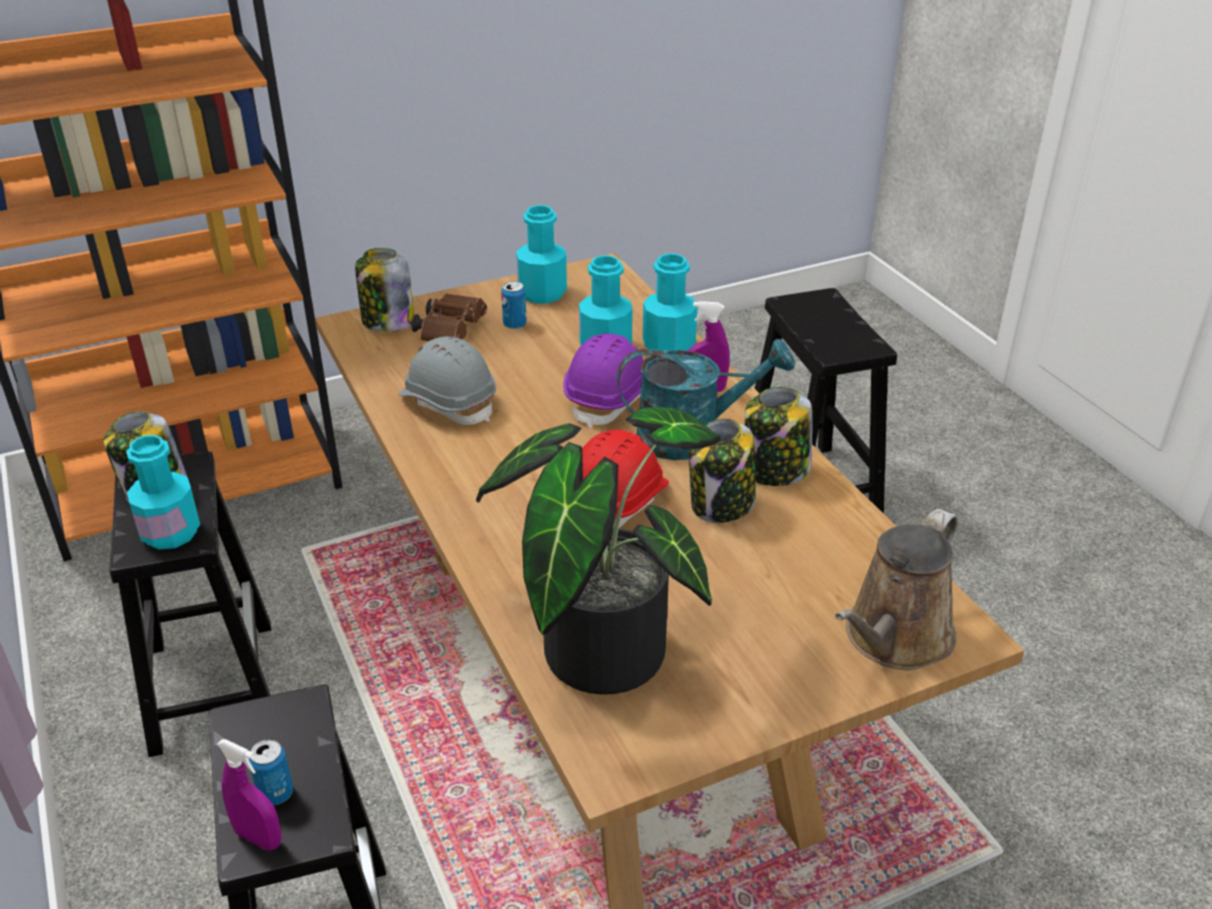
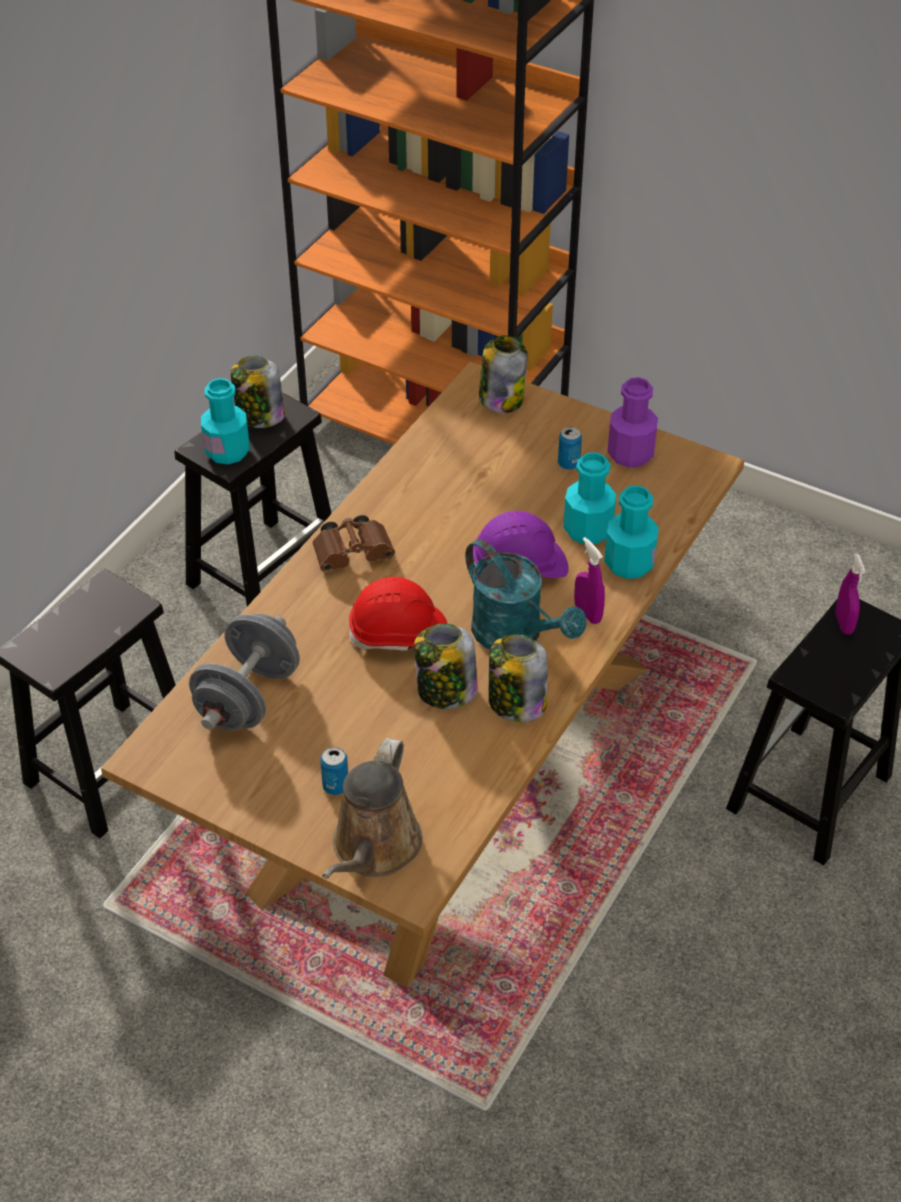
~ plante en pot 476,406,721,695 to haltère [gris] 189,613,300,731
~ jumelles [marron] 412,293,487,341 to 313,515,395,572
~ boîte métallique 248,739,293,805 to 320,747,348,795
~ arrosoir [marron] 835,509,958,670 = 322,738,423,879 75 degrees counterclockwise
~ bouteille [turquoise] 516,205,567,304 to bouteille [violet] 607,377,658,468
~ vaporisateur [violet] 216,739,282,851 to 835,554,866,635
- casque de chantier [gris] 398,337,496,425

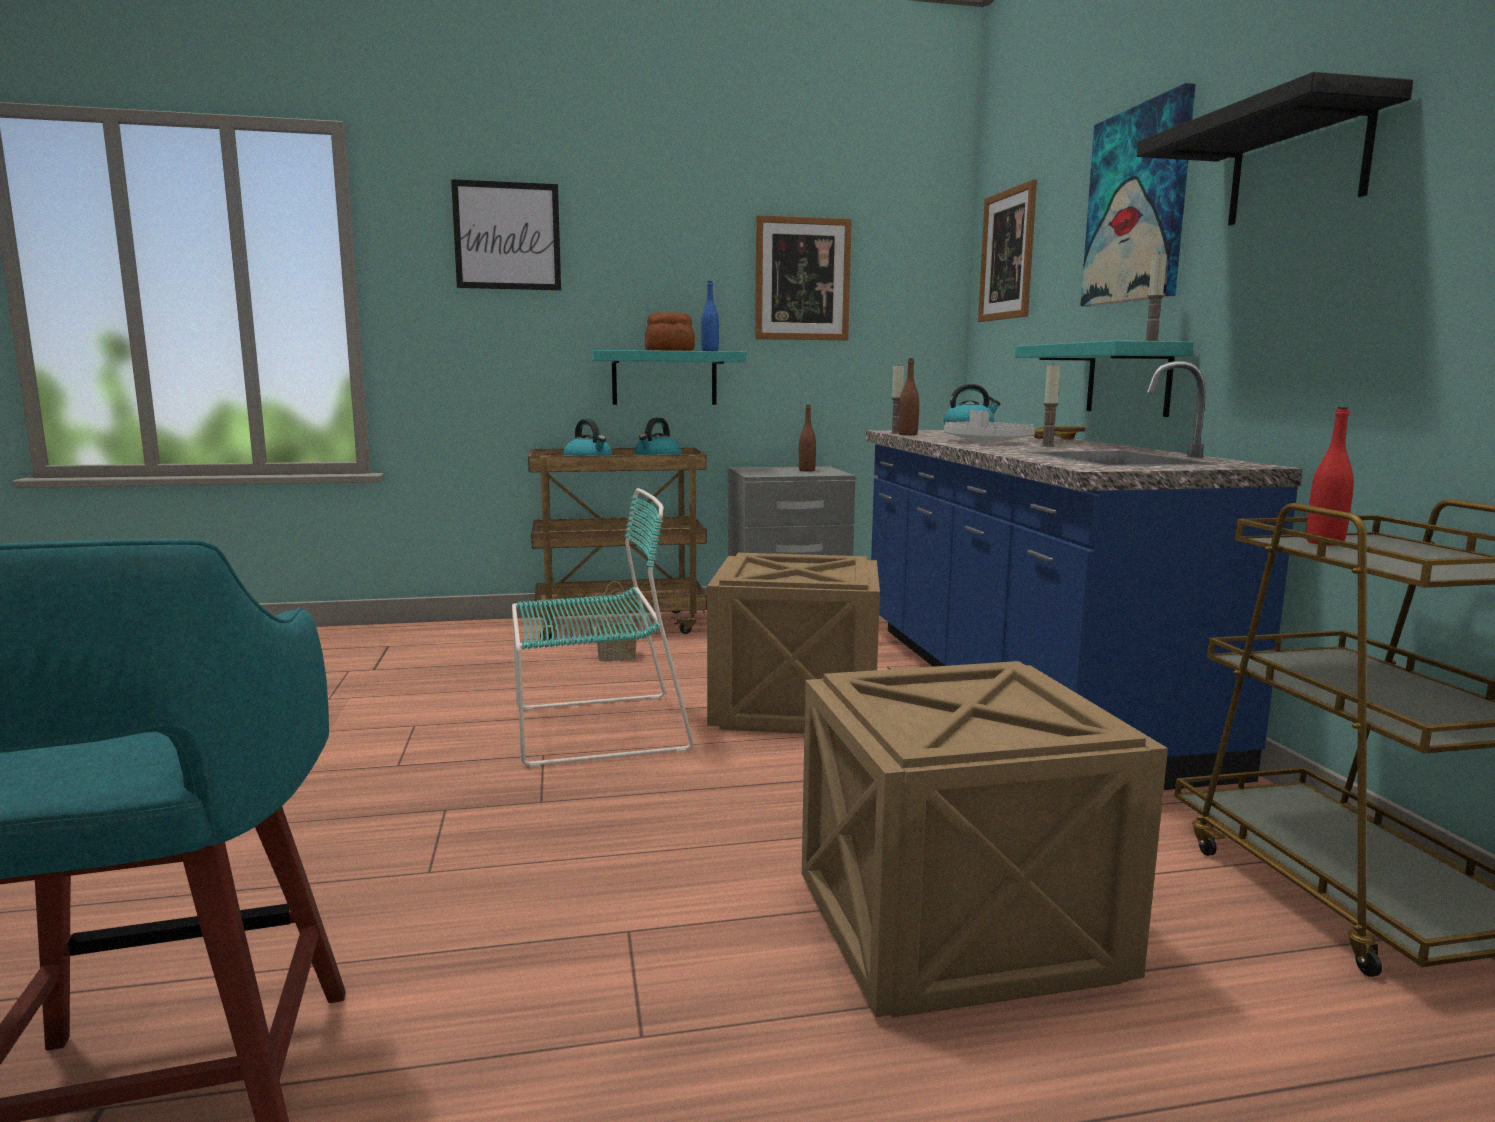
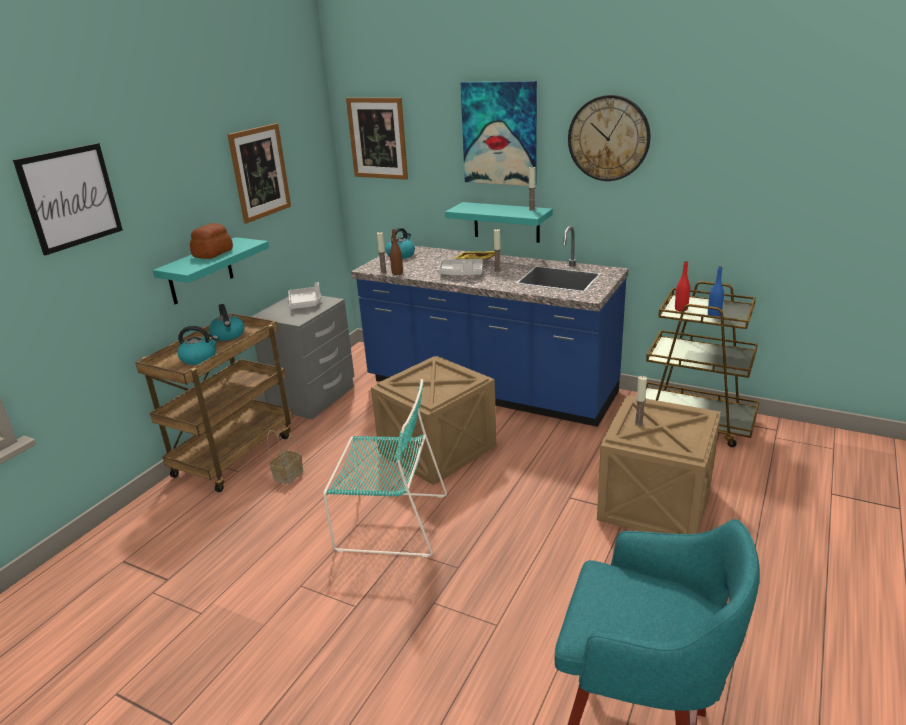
~ bouteille [marron] 799,405,816,472 to plateau [gris] 288,282,321,309
~ chaise [turquoise] 512,488,694,767 = 323,379,447,558 75 degrees clockwise
~ étagère [noir] 1137,72,1413,225 to horloge murale 568,95,651,181
+ bougie 634,376,647,426
~ bouteille [bleu] 701,281,719,351 to 708,266,724,317

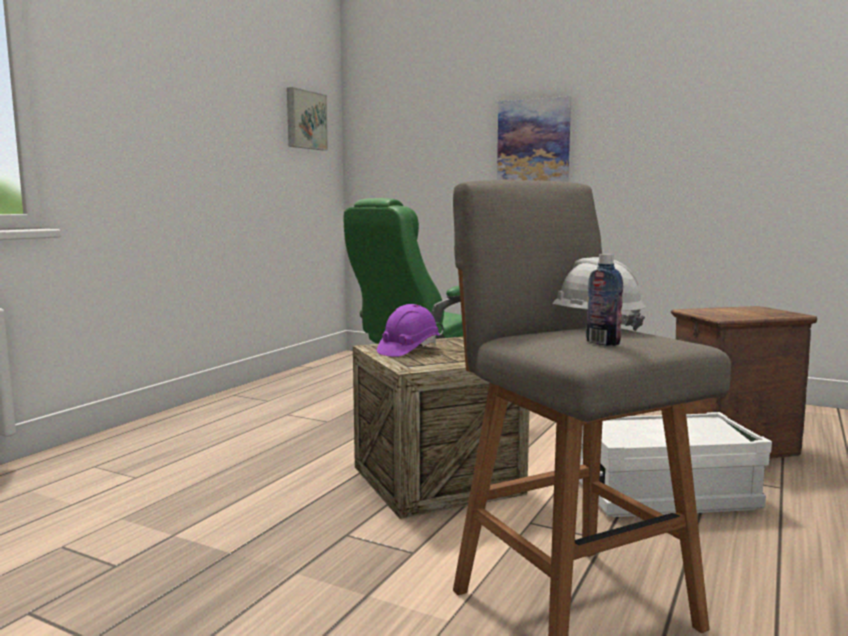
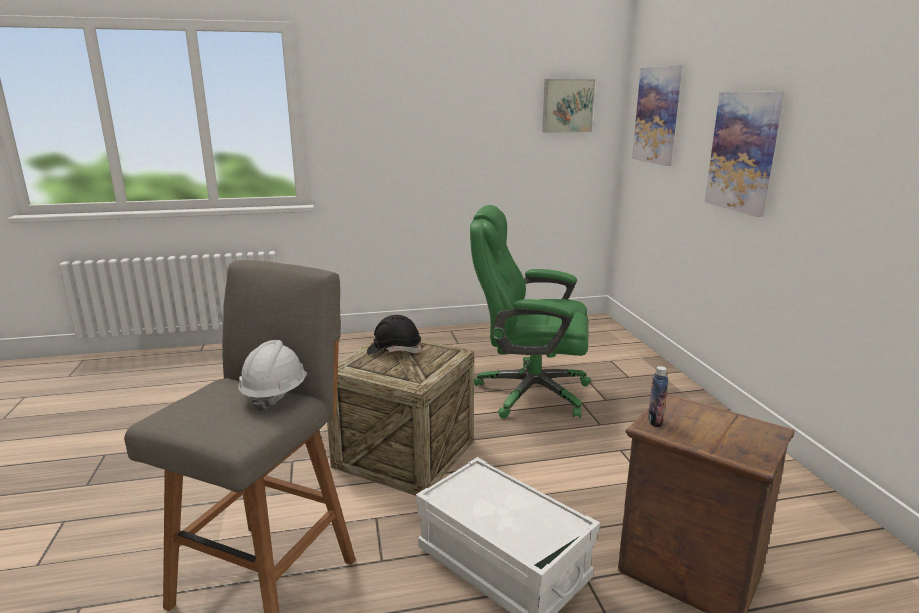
~ casque de chantier [violet] 377,304,440,357 to casque de chantier [noir] 367,315,422,355
+ tableau 632,65,682,166
~ bouteille 586,254,623,346 to 648,366,668,427

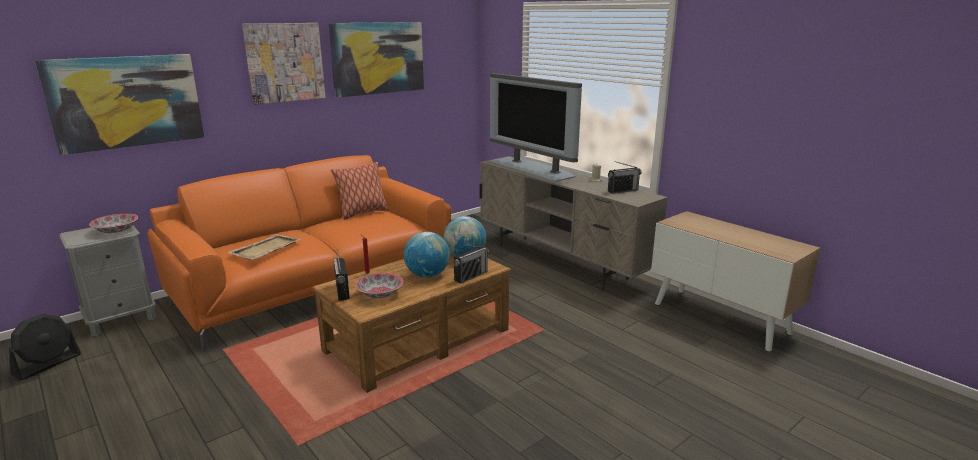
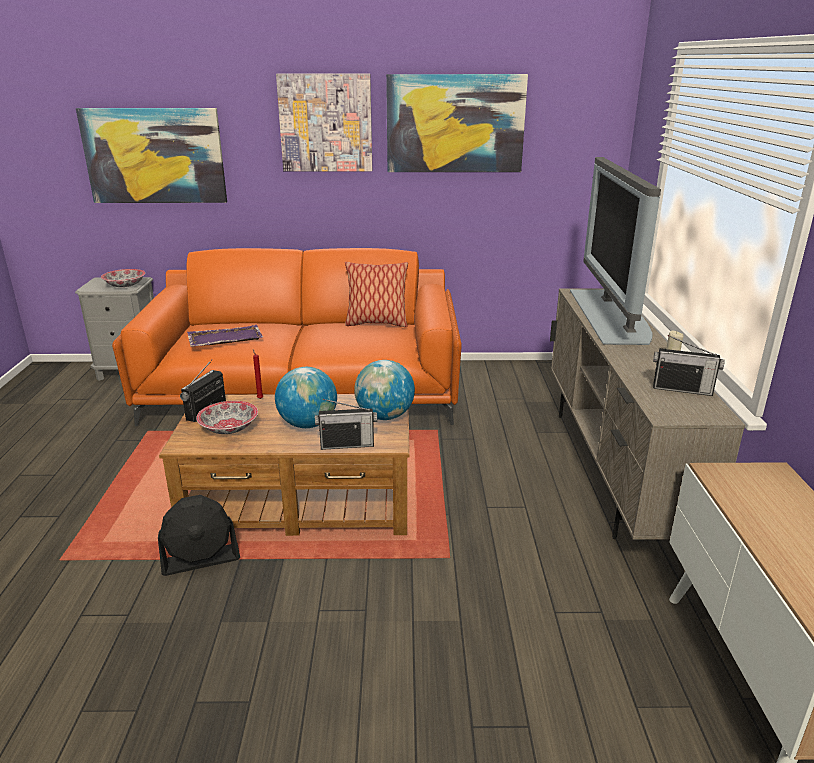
~ ventilateur [noir] 9,314,81,380 to 158,495,240,576
~ plateau [beige] 227,234,301,260 to plateau [violet] 187,325,263,347

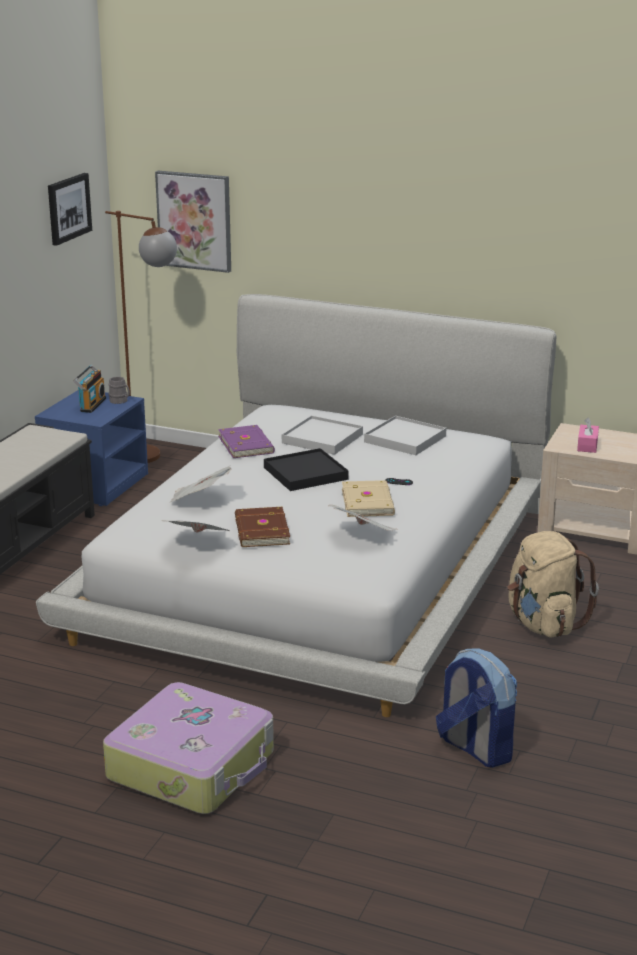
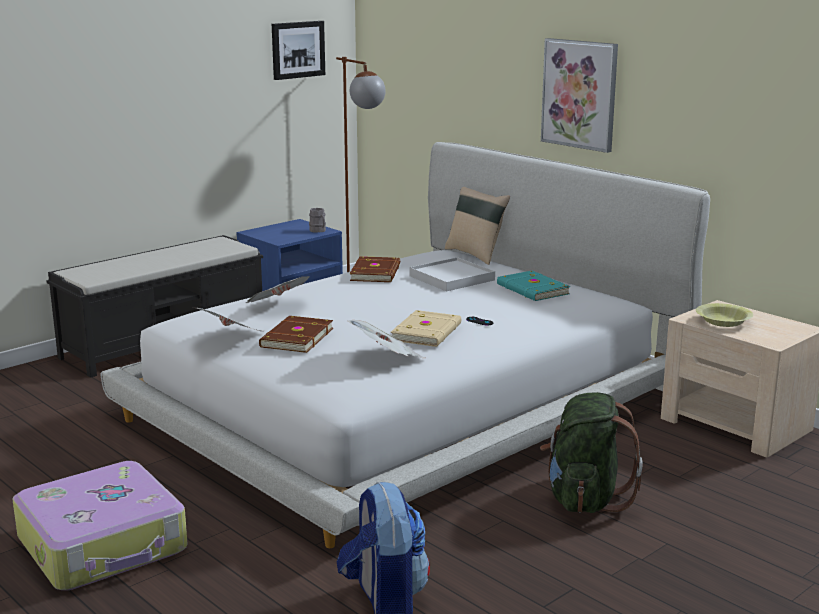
~ livre [violet] 218,425,275,458 to livre [marron] 350,256,400,282
+ coussin [beige] 445,187,510,265
~ plateau [blanc] 364,416,446,455 to livre [turquoise] 497,271,570,301
~ sac à dos [beige] 507,531,599,638 to sac à dos [vert] 540,392,643,513
~ tableau 155,171,231,273 to 541,38,618,153
~ boîte à mouchoirs [rose] 577,417,599,453 to bol [jaune] 696,303,753,327
- radio 73,365,106,413
- plateau [noir] 264,448,349,491

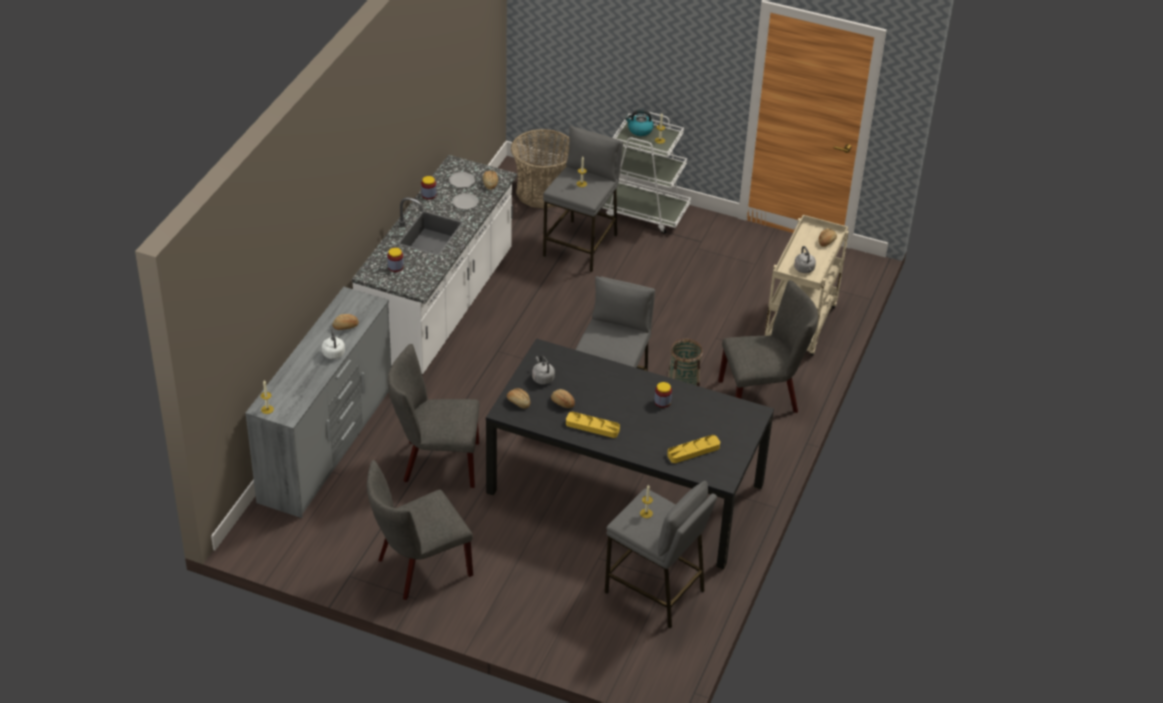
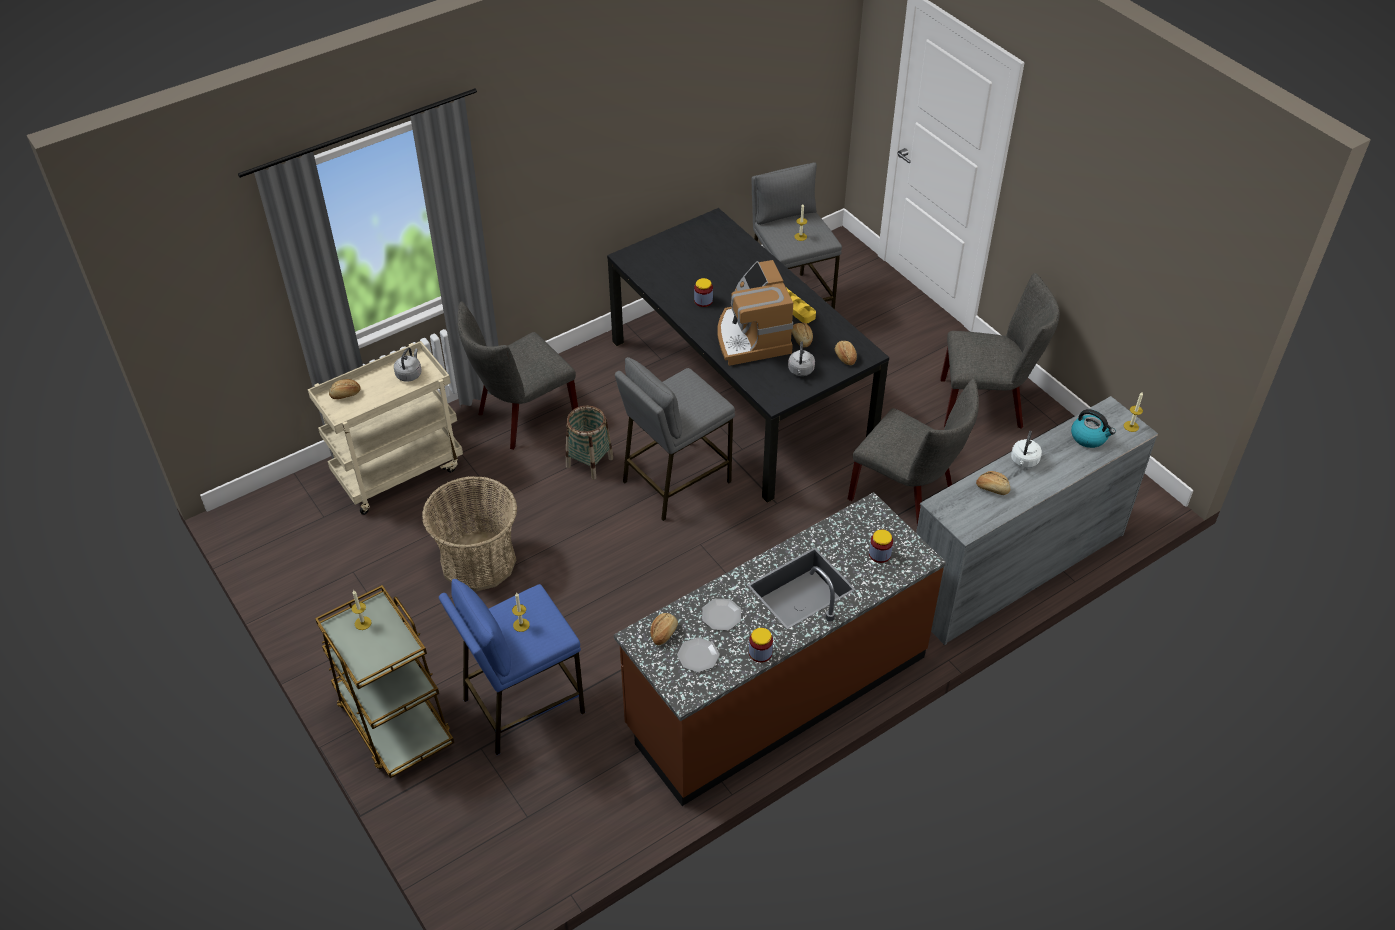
~ chariot [blanc] 602,112,691,234 to chariot [marron] 315,585,454,778
~ panier 511,129,569,208 to 422,476,517,591
~ tabouret [gris] 543,126,623,272 to tabouret [bleu] 439,579,585,755
~ chaise [gris] 718,280,818,413 = 457,301,578,450 60 degrees counterclockwise
~ comptoir de cuisine [blanc] 352,155,517,374 to comptoir de cuisine [marron] 614,492,946,806
+ machine à café 718,260,793,366
~ bouilloire 625,110,654,136 to 1071,409,1116,448
- plateau [jaune] 667,435,720,463

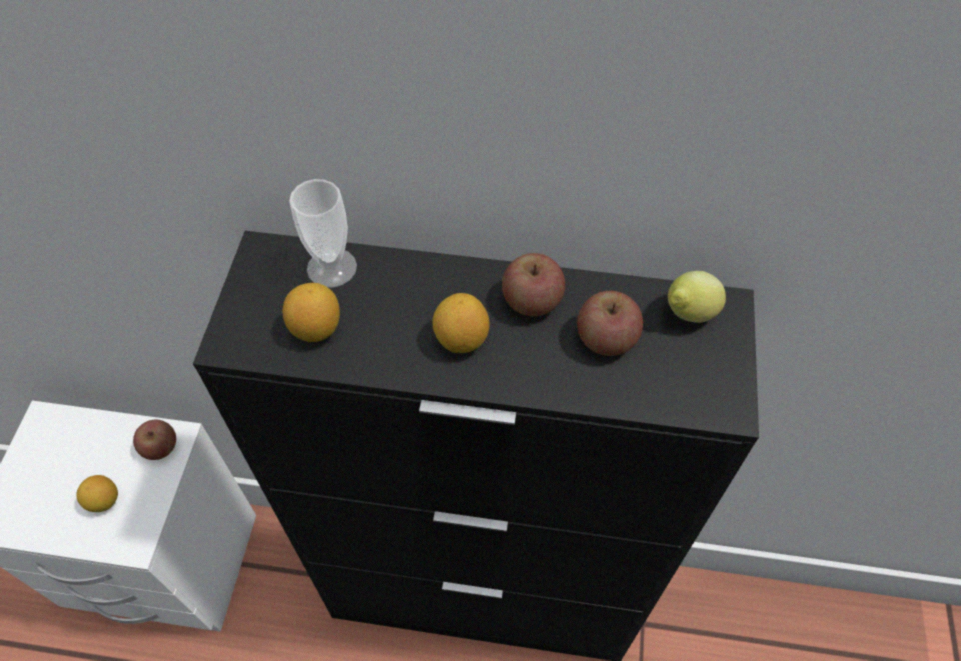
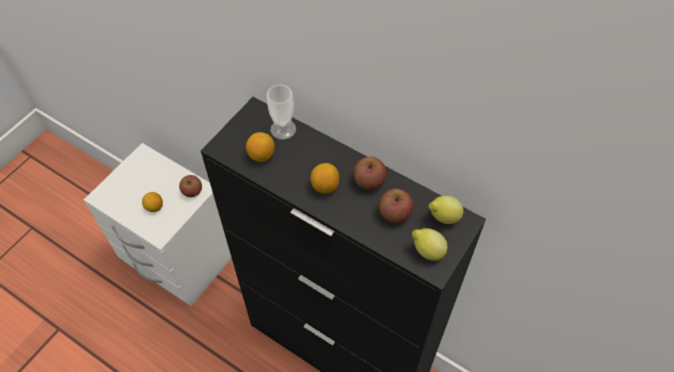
+ citron 412,228,447,261

